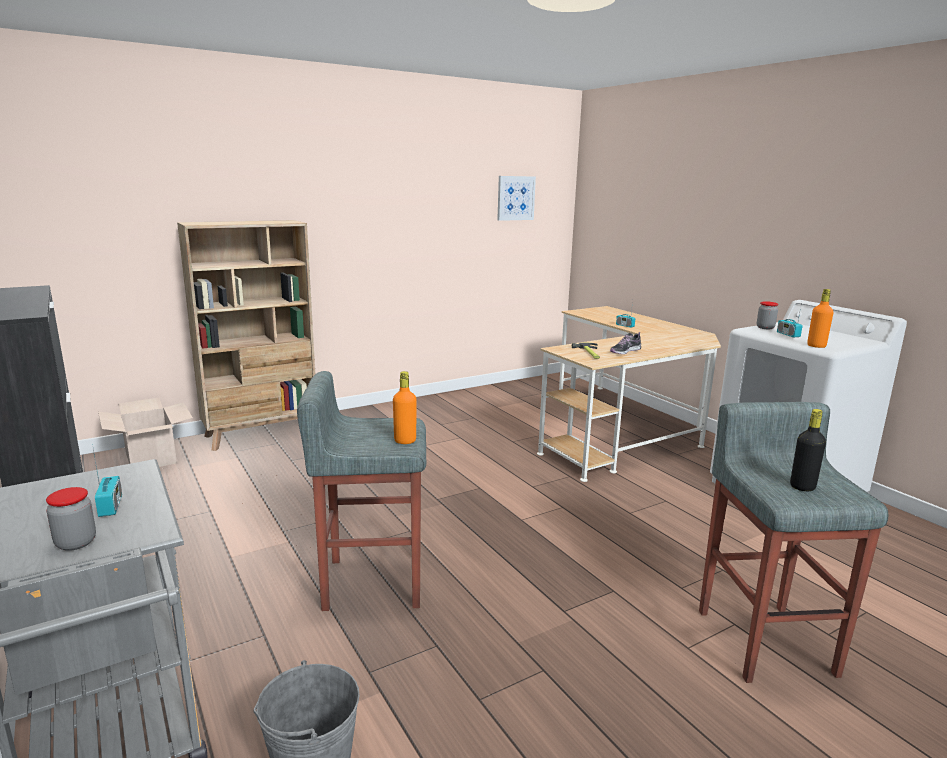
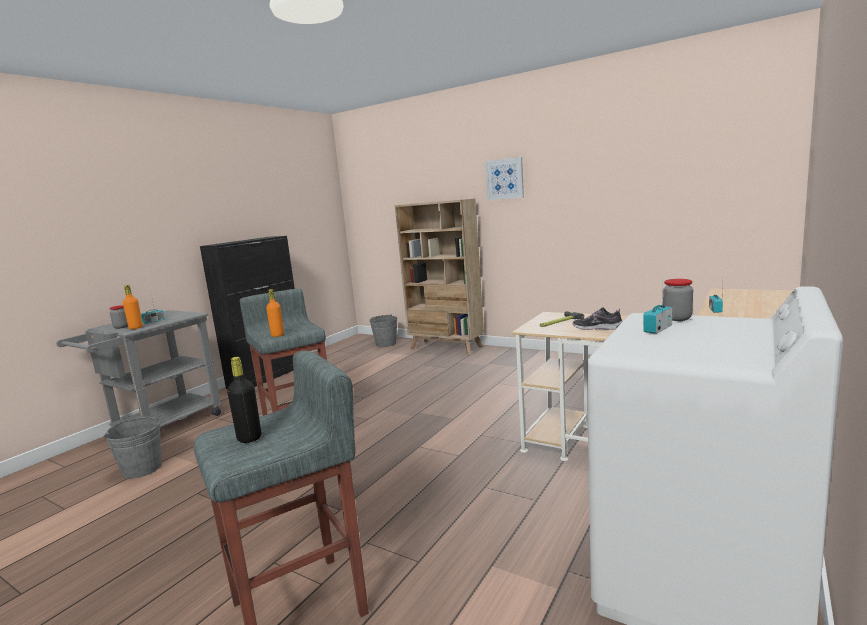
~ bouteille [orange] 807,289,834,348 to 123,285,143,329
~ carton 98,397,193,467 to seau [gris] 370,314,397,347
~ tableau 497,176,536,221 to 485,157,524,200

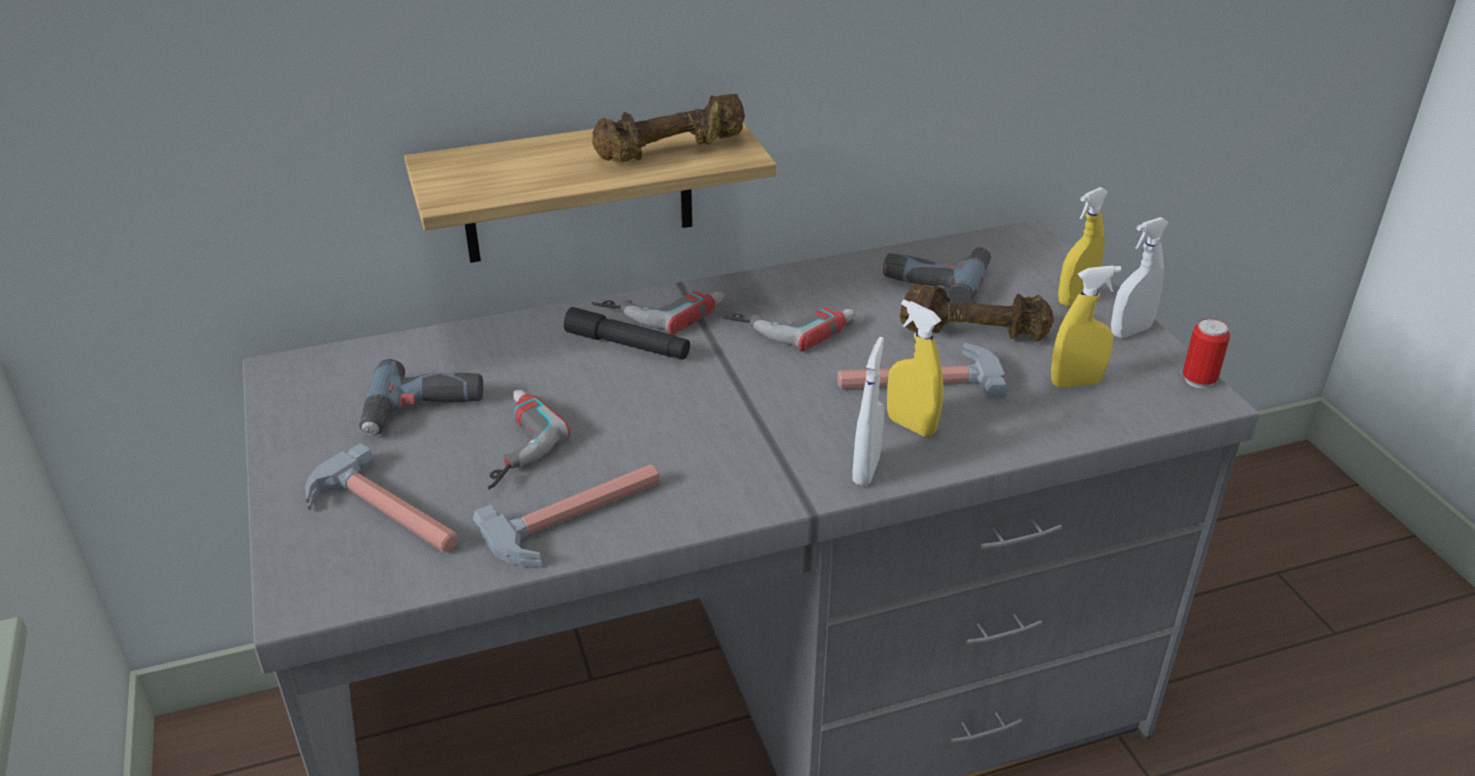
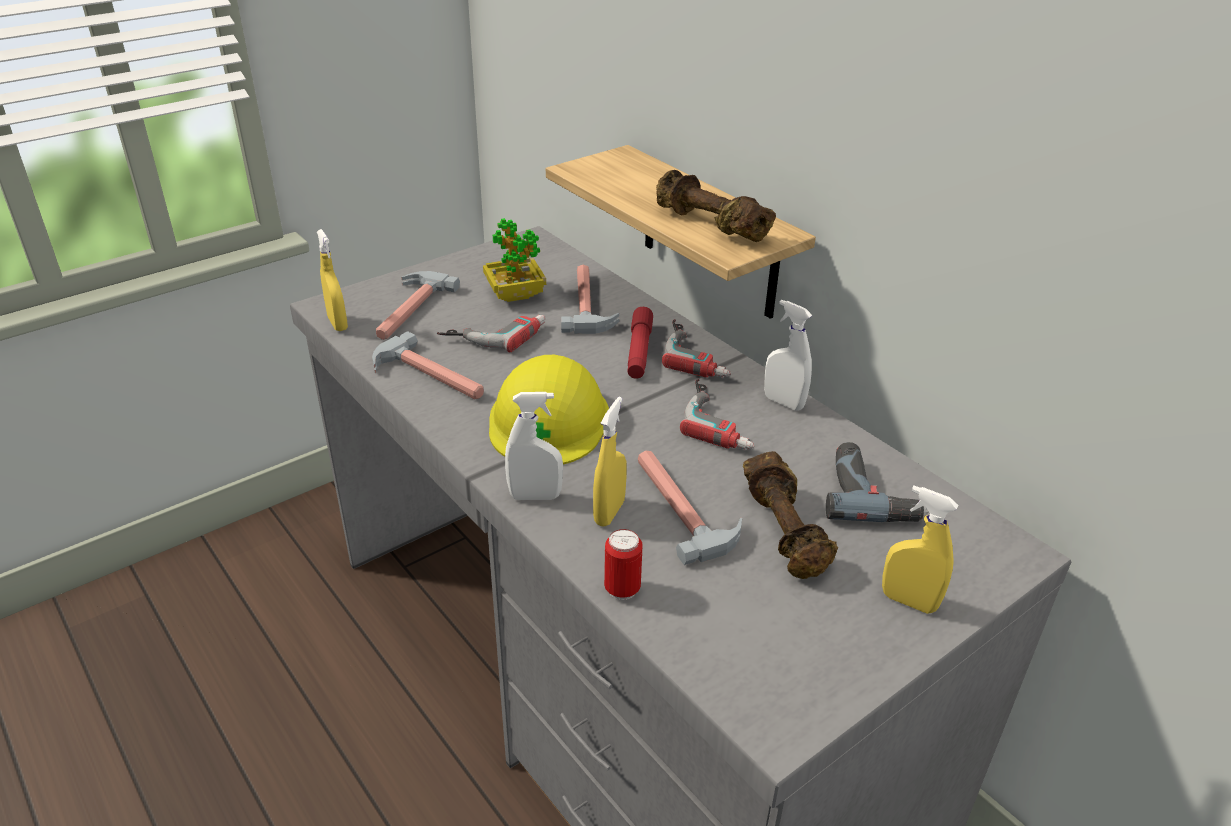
~ vaporisateur [jaune] 1051,265,1122,388 to 317,229,348,331
~ perceuse 359,359,484,436 to plante en pot 483,218,546,302
+ casque de chantier [jaune] 489,355,609,464
+ marteau 561,265,619,334
~ boîte métallique 1183,318,1230,389 to 604,529,643,600
~ lampe de poche [noir] 564,307,690,359 to lampe de poche [rouge] 627,307,653,379
~ vaporisateur [blanc] 1111,217,1169,338 to 764,299,812,411

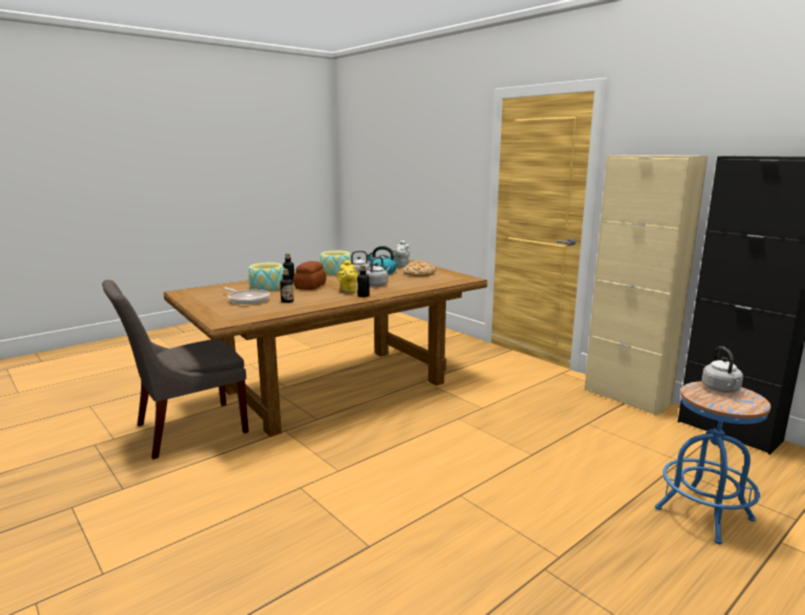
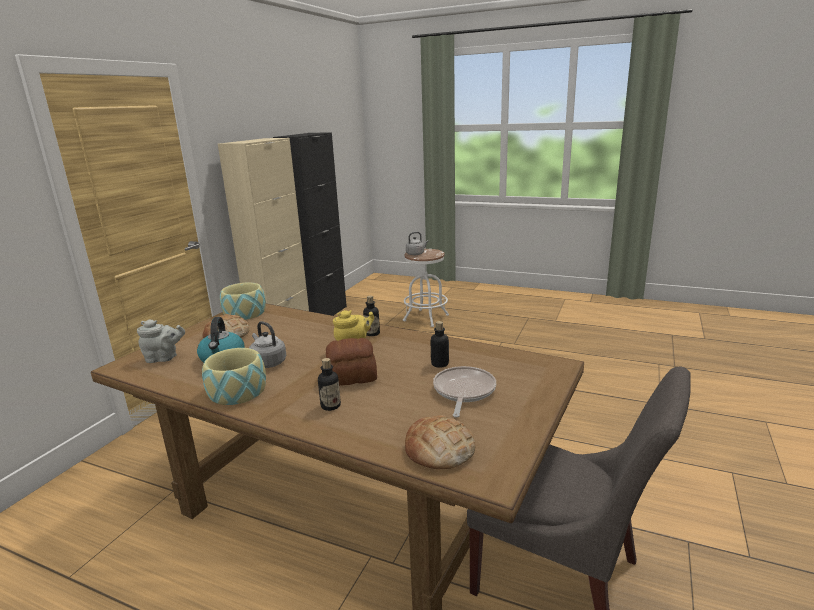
~ bol 248,262,284,291 to 220,282,266,320
~ tabouret [bleu] 655,381,771,544 to tabouret [blanc] 403,249,449,327
+ pain 405,415,475,469
- bouilloire [gris] 366,257,390,287

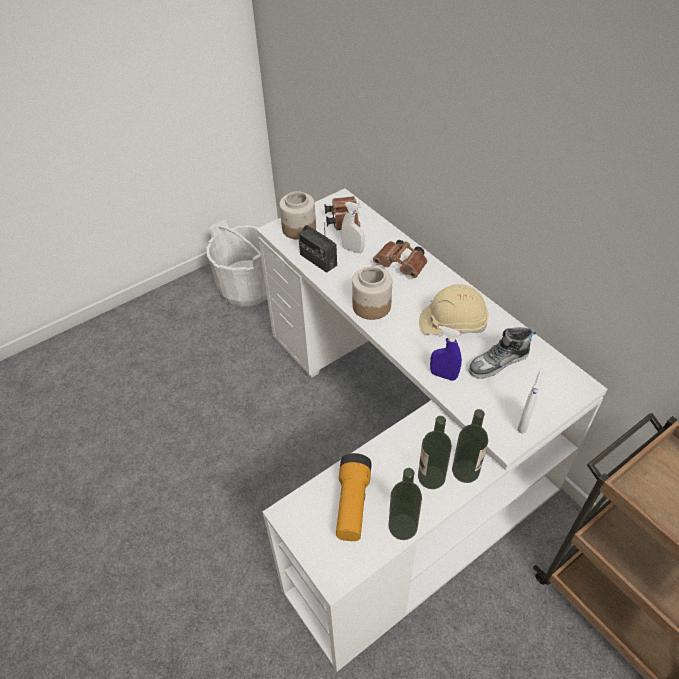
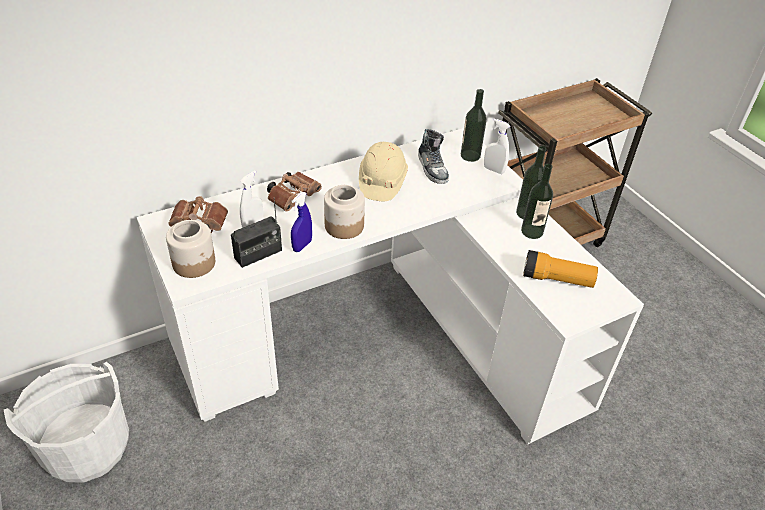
~ vaporisateur [bleu] 430,326,462,381 to 291,192,312,252
~ bouteille 388,468,422,540 to 461,89,487,162

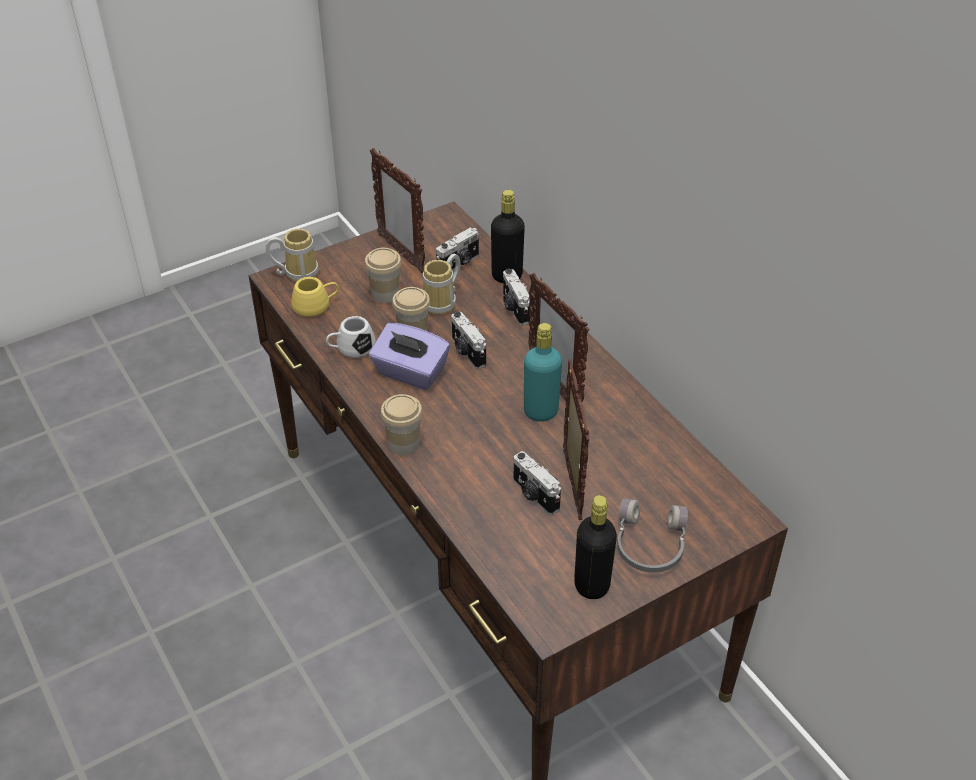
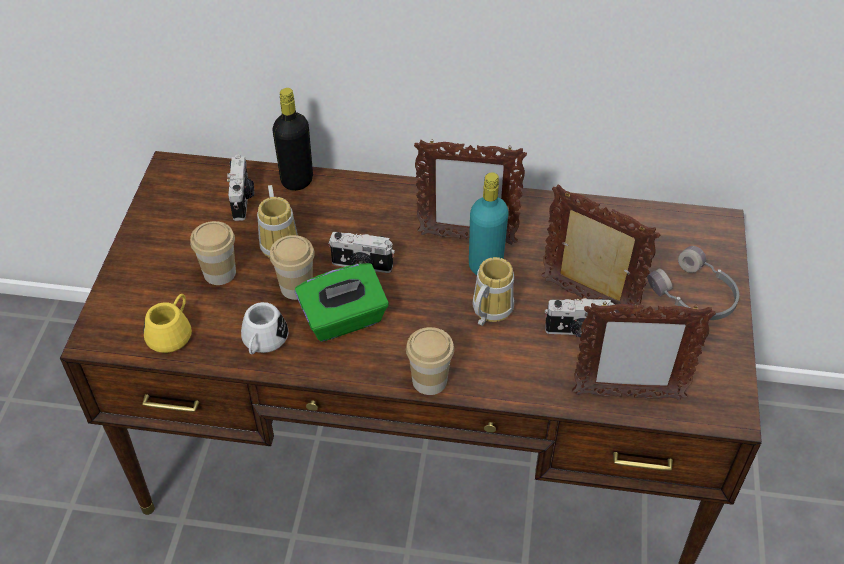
~ boîte à mouchoirs [violet] 369,323,450,390 to boîte à mouchoirs [vert] 295,263,389,342
~ mug 266,228,319,282 to 473,257,514,326
~ cadre photo 370,148,425,274 to 572,301,716,400
- appareil photo 503,269,531,326
- bouteille [noir] 574,495,617,599

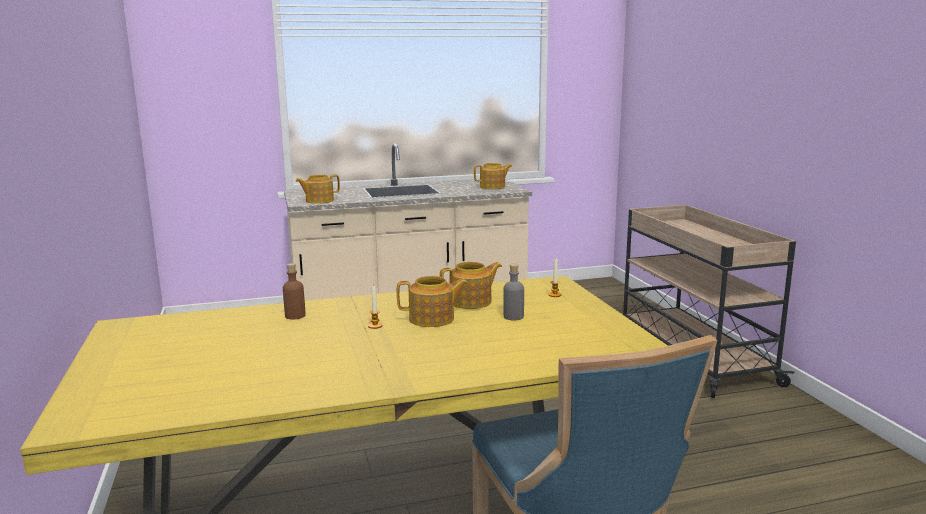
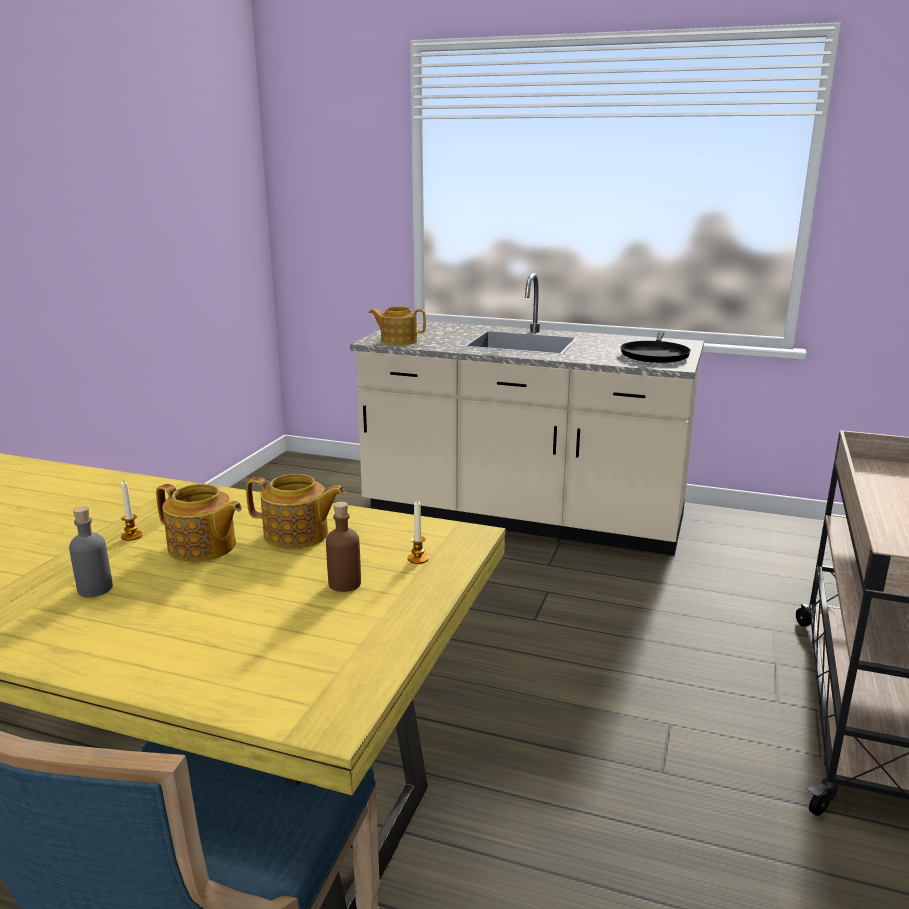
~ bouteille [gris] 503,264,524,321 to 69,506,113,597
~ bouteille [marron] 283,263,306,320 to 326,502,361,592
~ théière 474,163,512,189 to poêle [noir] 620,332,691,363

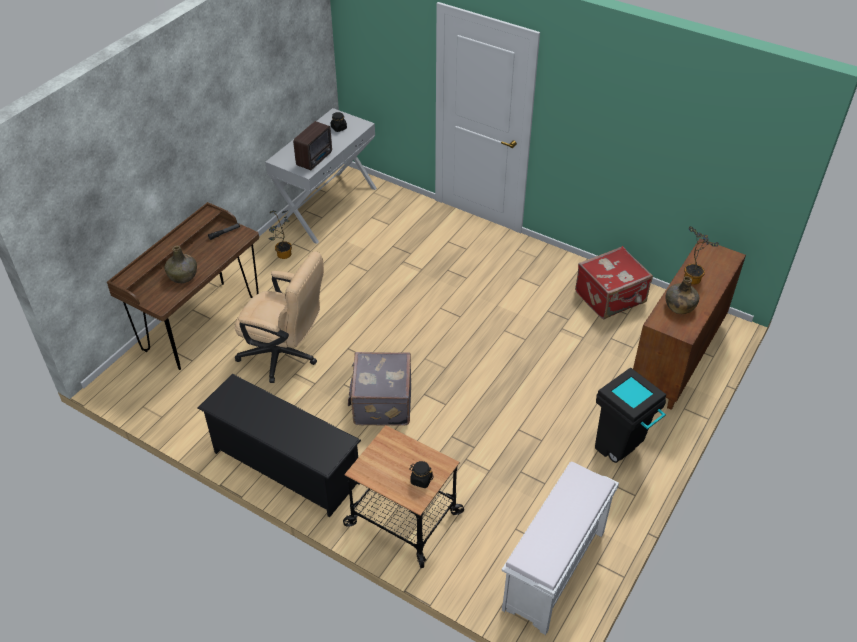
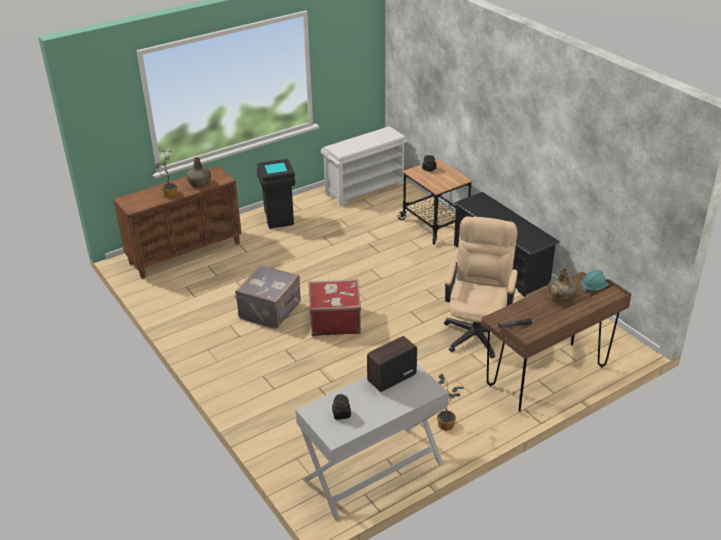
~ valise [gris] 348,352,411,426 to 235,265,301,329
~ valise [rouge] 575,246,653,319 to 309,279,361,336
~ chaise de bureau [beige] 234,251,324,383 = 444,216,518,358 60 degrees clockwise
+ casque de chantier [turquoise] 581,270,609,292

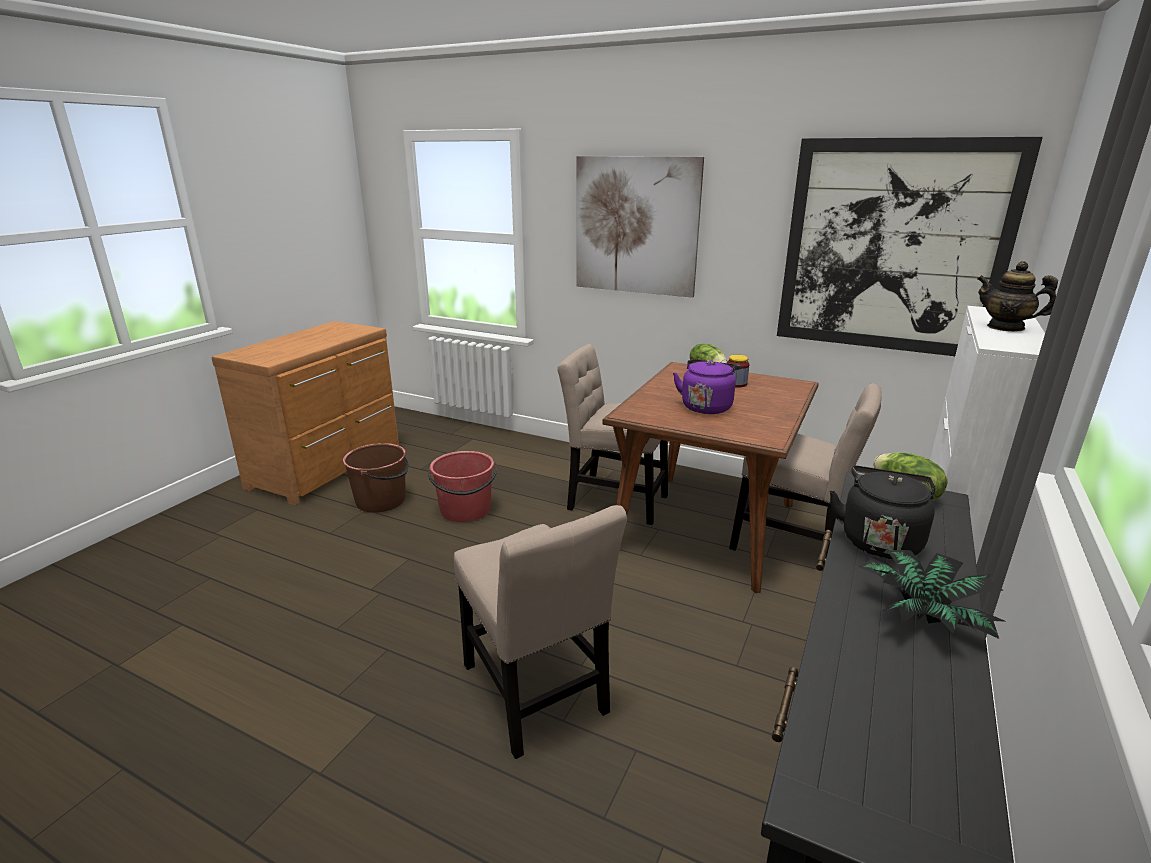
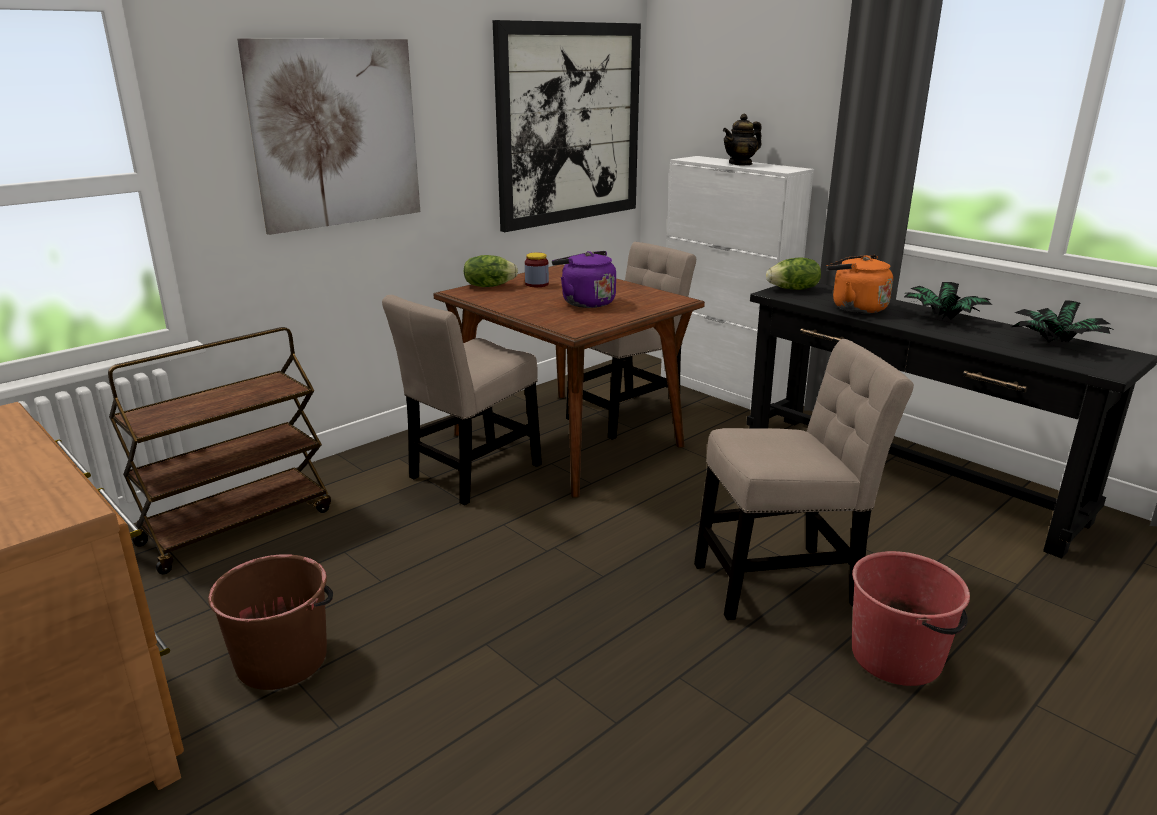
+ chariot [marron] 108,327,331,574
~ bouilloire [noir] 829,466,936,559 to bouilloire [orange] 826,255,893,314
~ seau [rouge] 428,451,497,522 to 852,551,970,686
+ plante en pot 1012,300,1112,342

